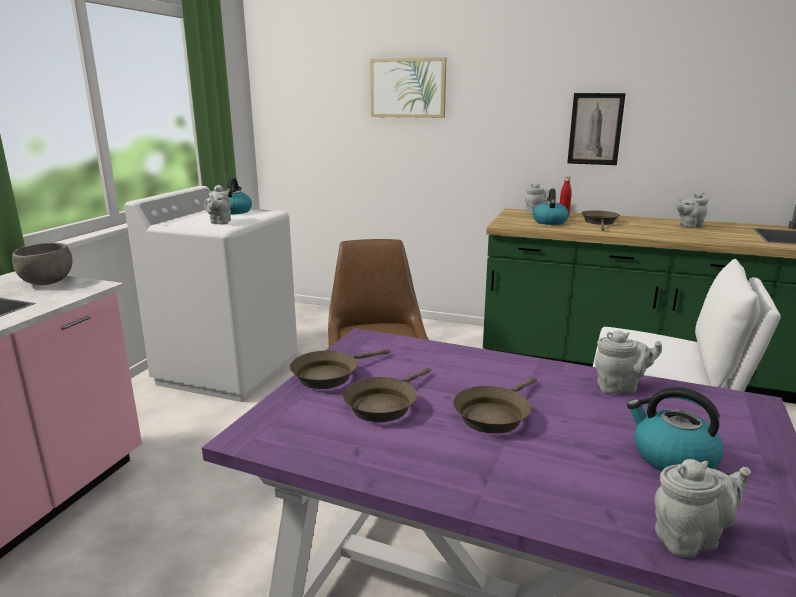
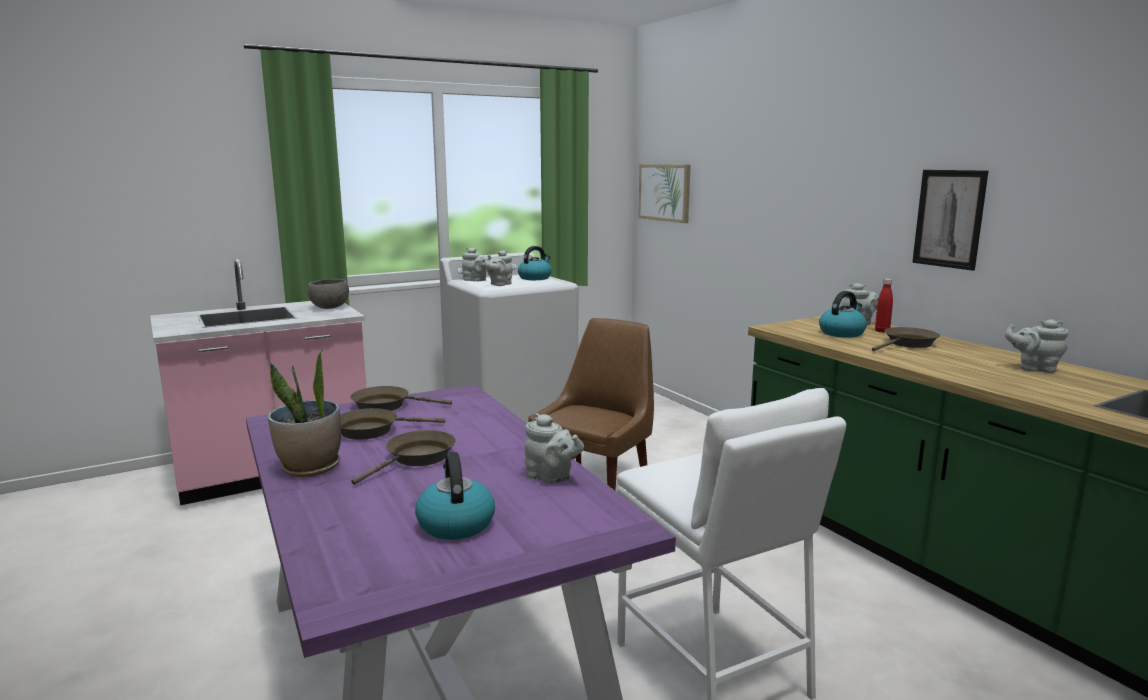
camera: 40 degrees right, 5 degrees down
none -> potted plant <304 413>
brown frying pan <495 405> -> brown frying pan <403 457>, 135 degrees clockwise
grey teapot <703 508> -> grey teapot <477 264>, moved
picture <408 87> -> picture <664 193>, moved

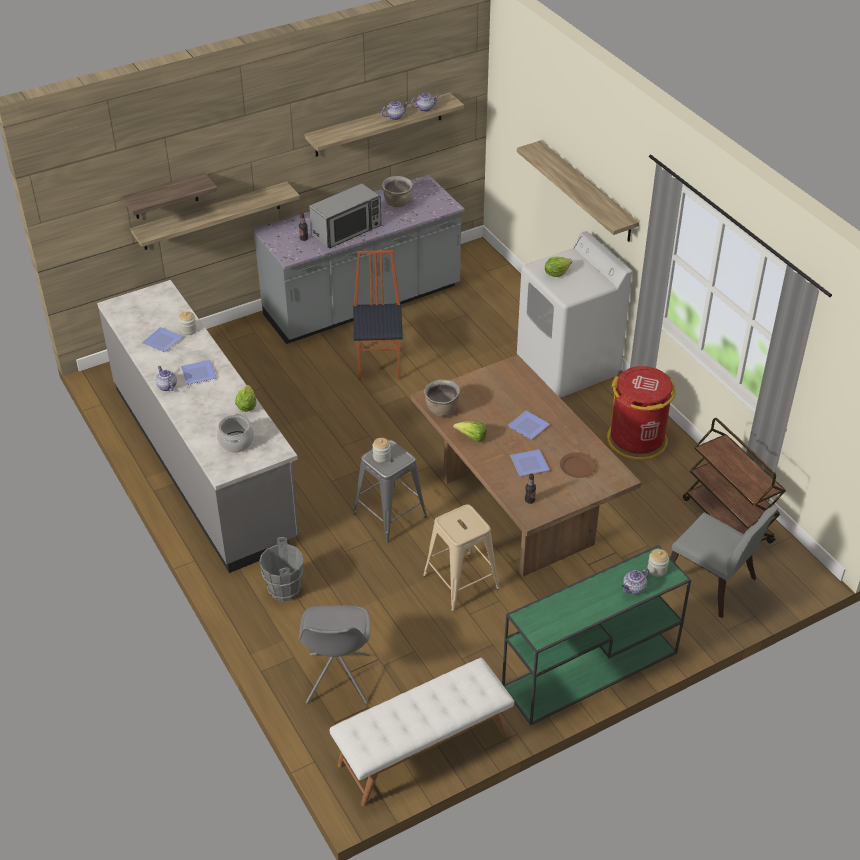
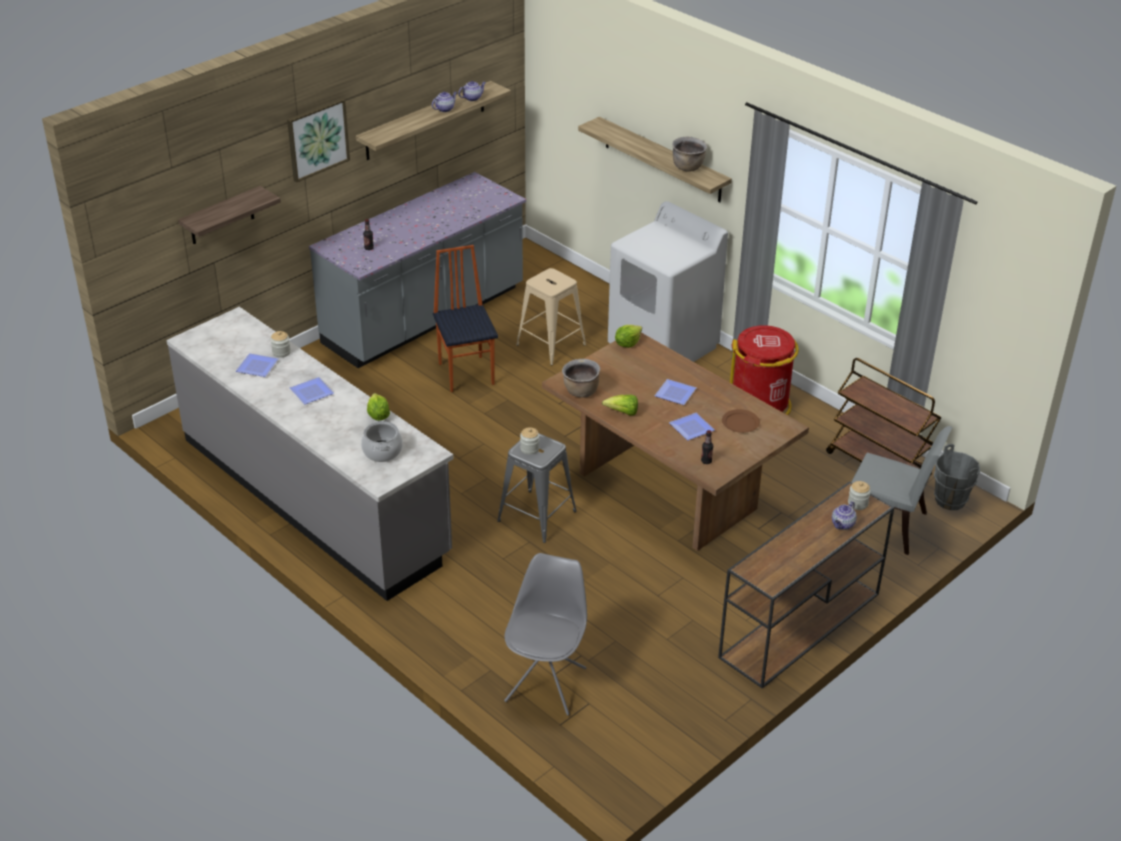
camera: 15 degrees left, 5 degrees down
none -> picture <318 140>
grey chair <334 654> -> grey chair <545 634>, 150 degrees counterclockwise
beige stool <461 557> -> beige stool <551 316>, moved
lettuce <558 266> -> lettuce <628 336>, moved
brown cooking pot <397 191> -> brown cooking pot <689 154>, moved
green console table <596 635> -> brown console table <806 584>
grey bucket <281 569> -> grey bucket <957 477>, moved
shelf <215 216> -> none
teapot <166 378> -> none
microwave <345 215> -> none
white bench <422 732> -> none

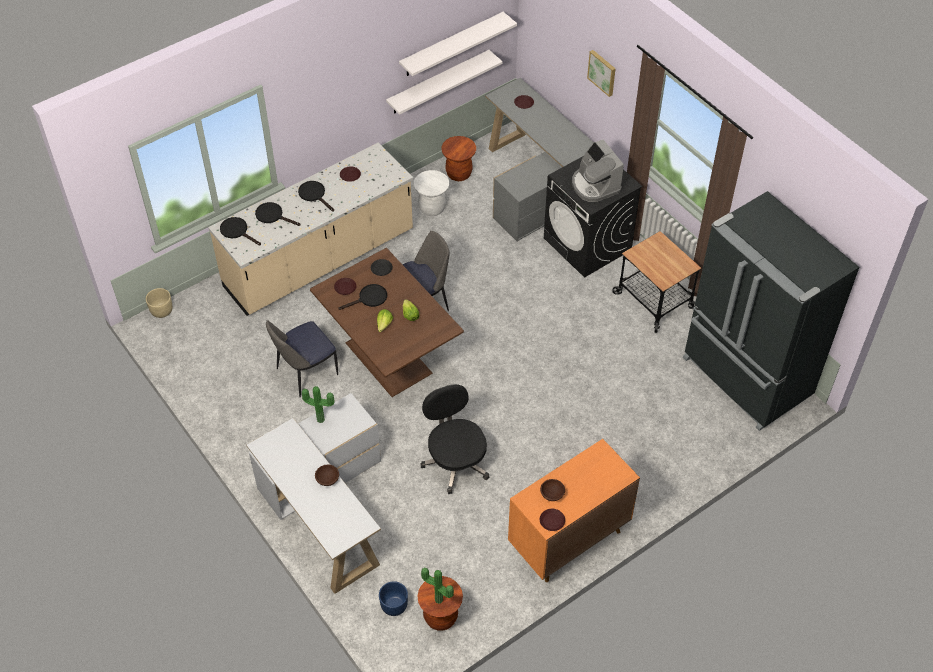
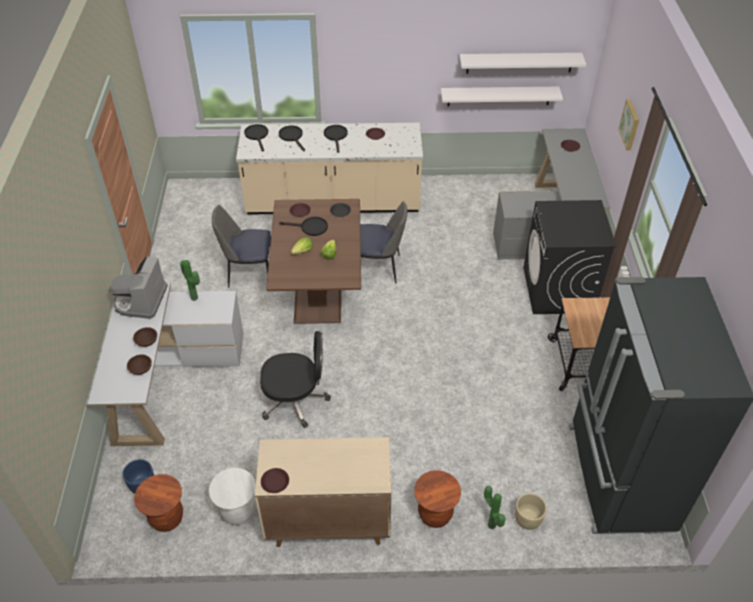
camera: 35 degrees right, 5 degrees down
coffee machine <598 171> -> coffee machine <138 287>, moved
brown bowl <552 490> -> brown bowl <139 364>, moved
white stool <431 193> -> white stool <232 496>, moved
orange cabinet <574 510> -> beige cabinet <323 492>
black office chair <455 439> -> black office chair <295 379>, 75 degrees clockwise
brown stool <458 158> -> brown stool <437 499>, moved
potted plant <437 585> -> potted plant <495 507>, moved
beige planter <159 303> -> beige planter <531 511>, moved

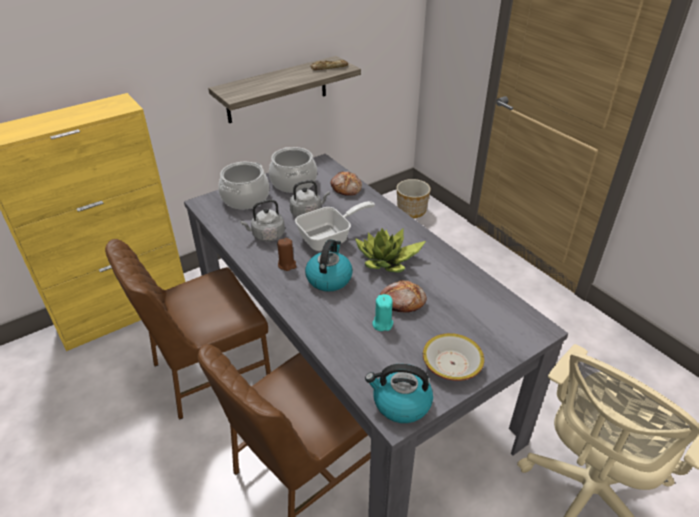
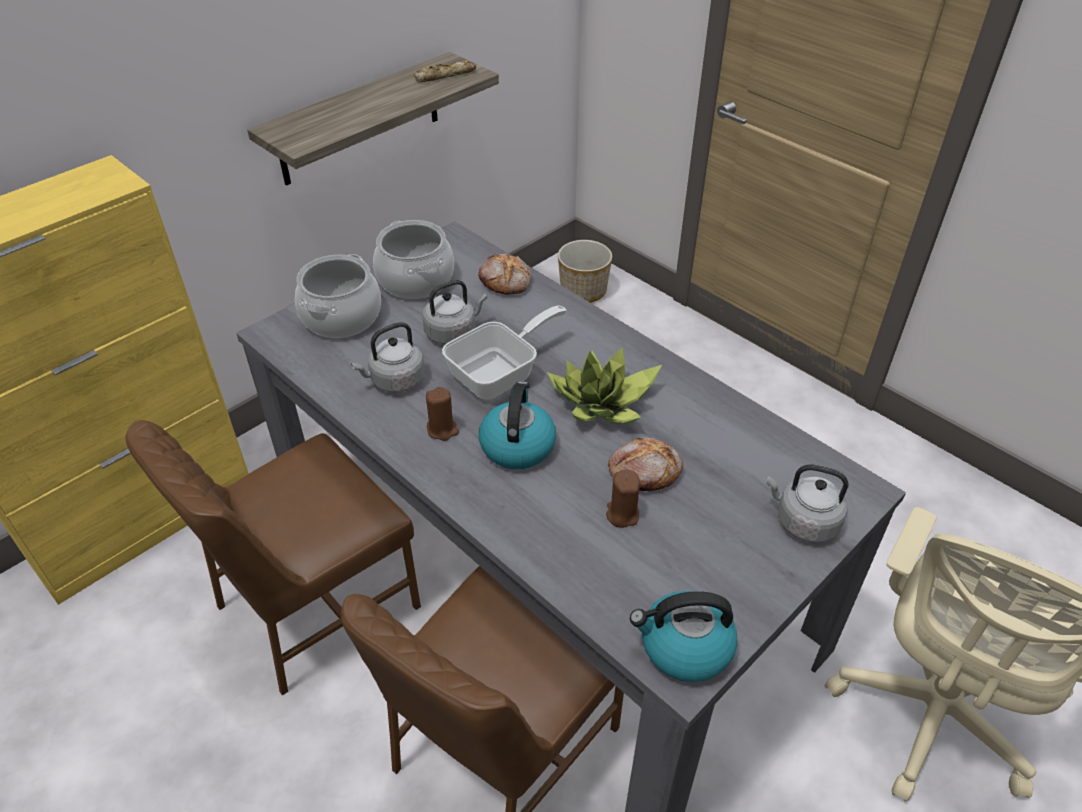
camera: 10 degrees left, 5 degrees up
turquoise candle <382 312> -> brown candle <623 499>
none -> grey kettle <807 503>
bowl <453 357> -> none

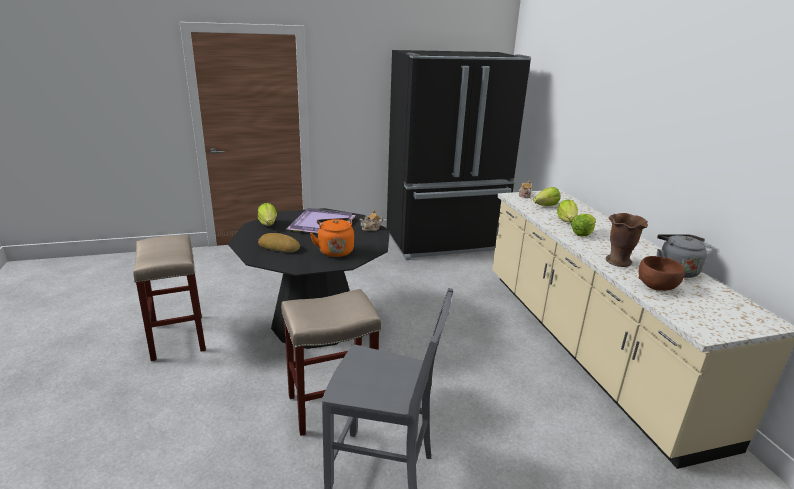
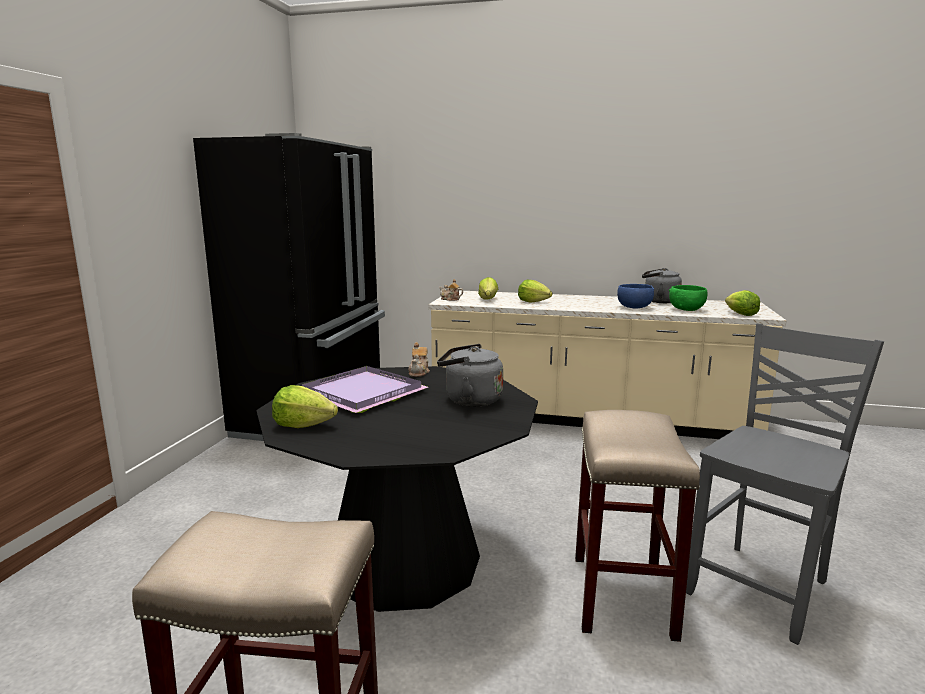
camera: 60 degrees left, 10 degrees down
orange kettle <332 237> -> grey kettle <470 375>
brown vase <627 240> -> blue bowl <635 296>
brown bowl <661 273> -> green bowl <688 298>
lettuce <583 225> -> lettuce <742 303>, moved
bread <279 242> -> none

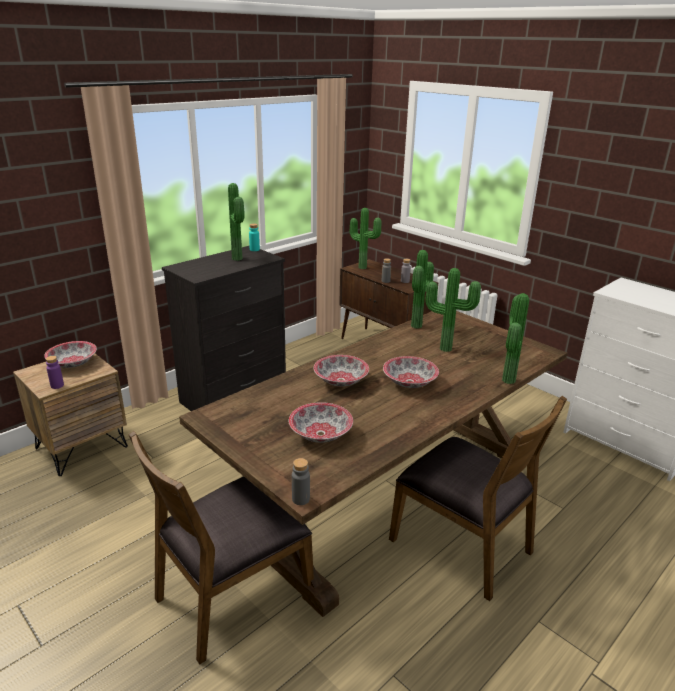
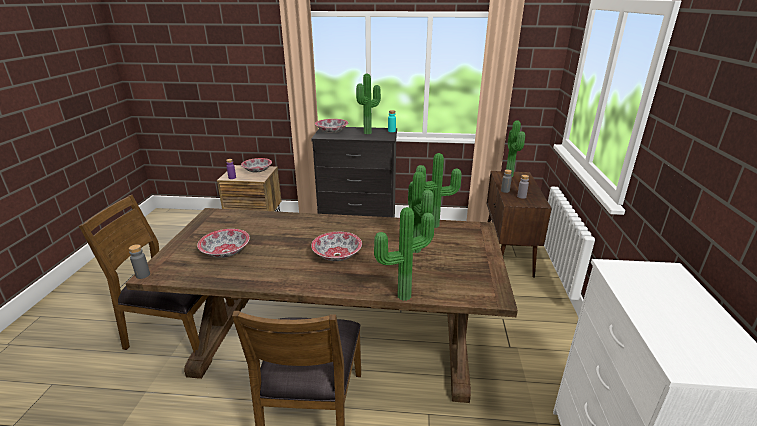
camera: 50 degrees right, 0 degrees up
bowl <341 371> -> bowl <331 126>, moved

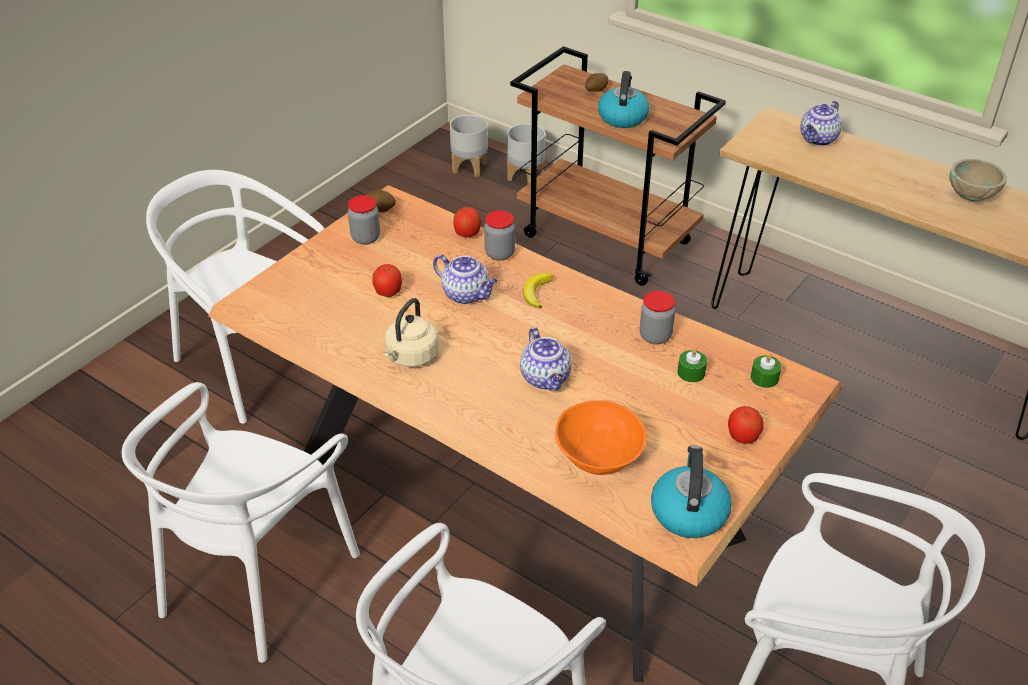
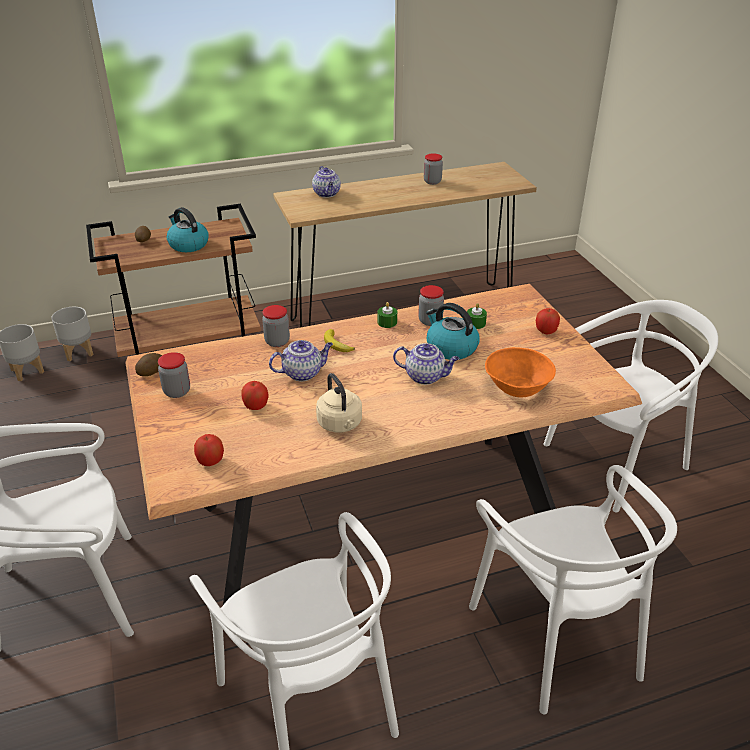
camera: 55 degrees left, 5 degrees down
apple <467 222> -> apple <209 450>, moved
green candle <766 370> -> green candle <387 315>, moved
beige bowl <978 180> -> jar <433 169>
kettle <691 491> -> kettle <452 331>, moved

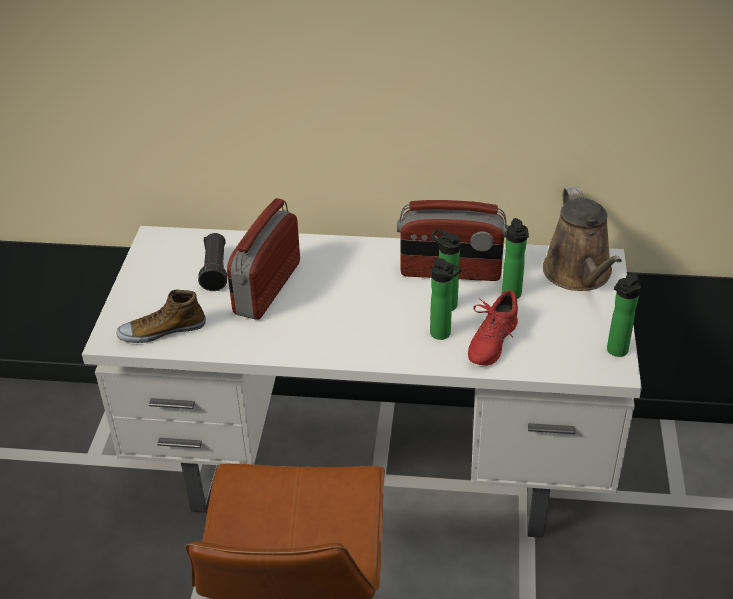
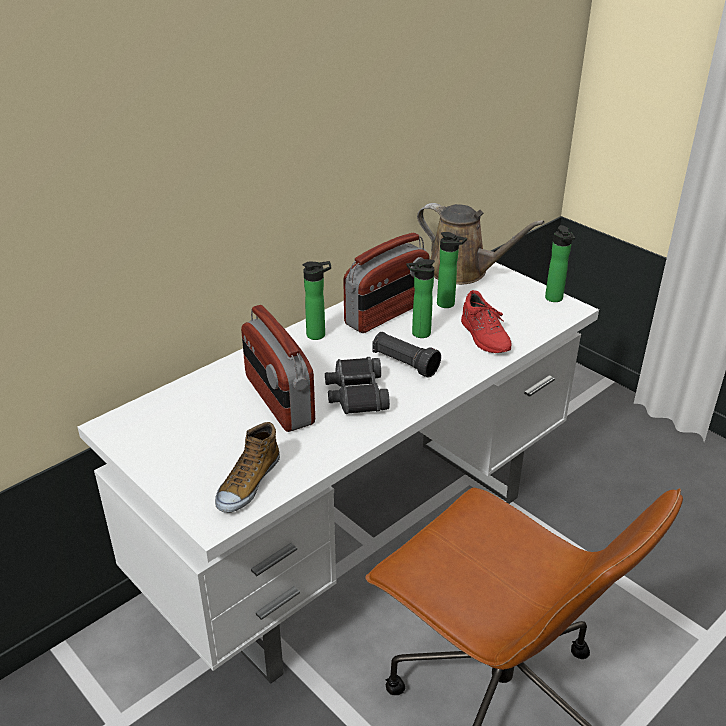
camera: 50 degrees left, 5 degrees down
bottle <446 299> -> bottle <317 300>, moved
none -> black binoculars <357 385>
black flashlight <212 262> -> black flashlight <406 355>, moved

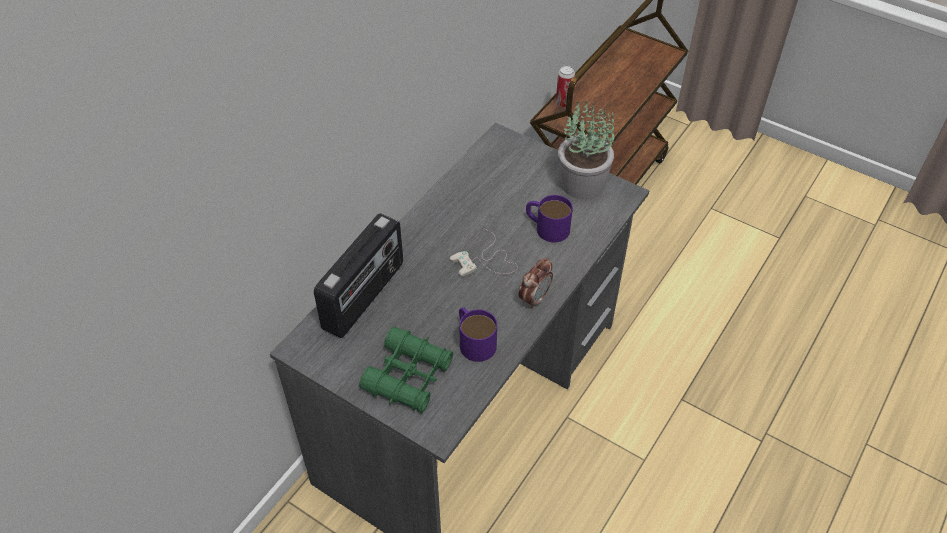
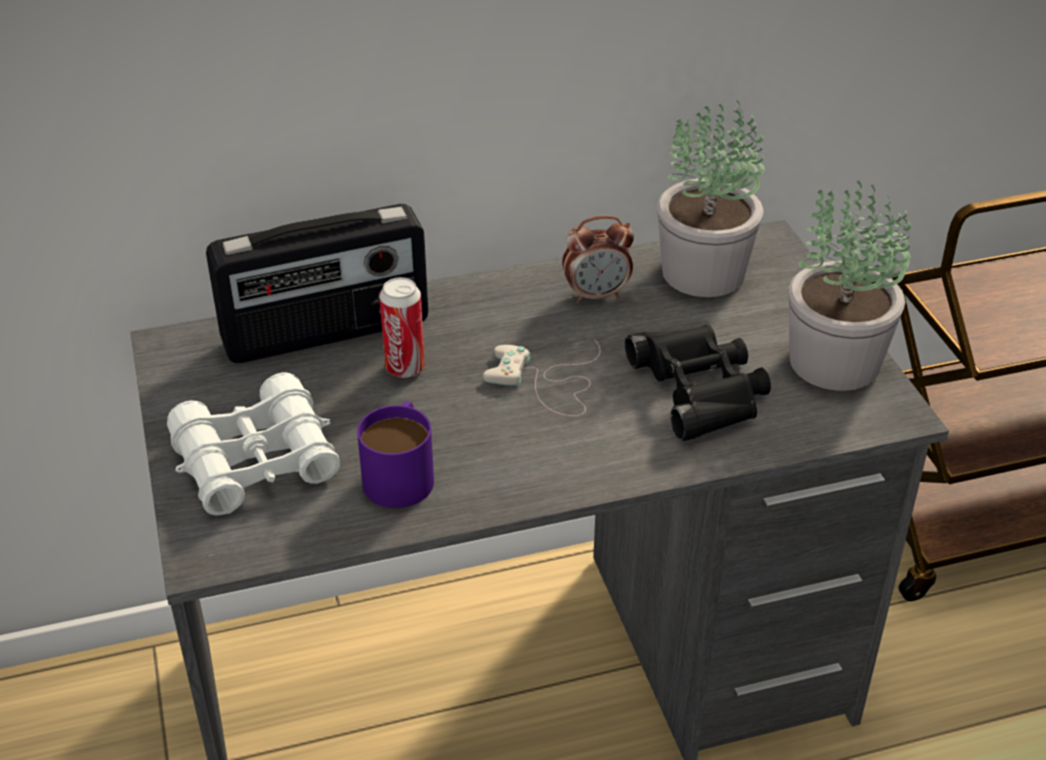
camera: 40 degrees right, 10 degrees down
green binoculars <406 370> -> white binoculars <253 444>
can <565 86> -> can <402 327>, moved
alarm clock <536 283> -> alarm clock <598 259>, moved
purple mug <549 218> -> black binoculars <698 382>
none -> potted plant <711 198>

